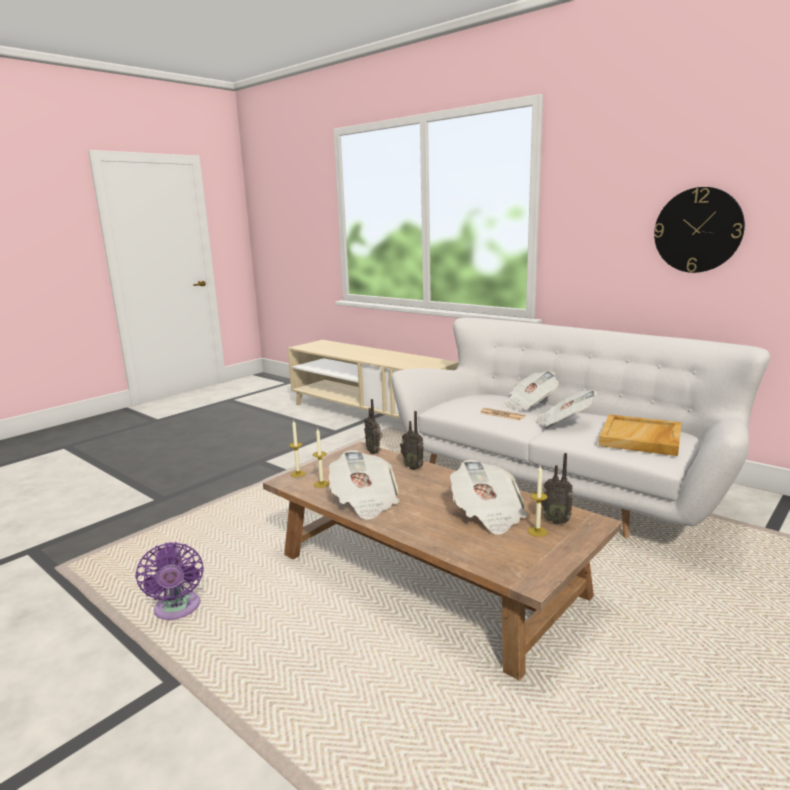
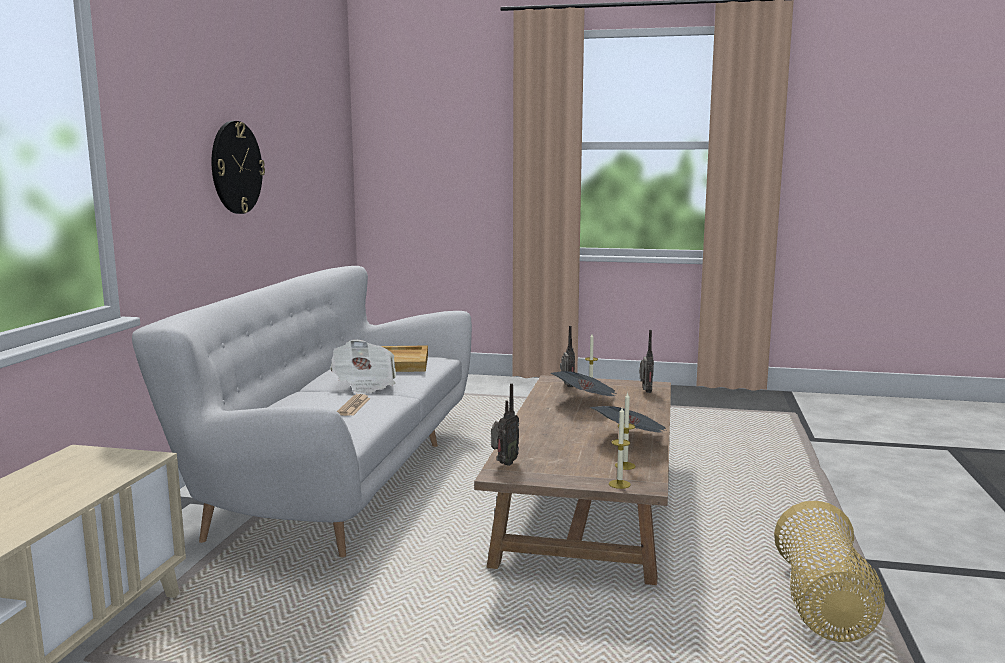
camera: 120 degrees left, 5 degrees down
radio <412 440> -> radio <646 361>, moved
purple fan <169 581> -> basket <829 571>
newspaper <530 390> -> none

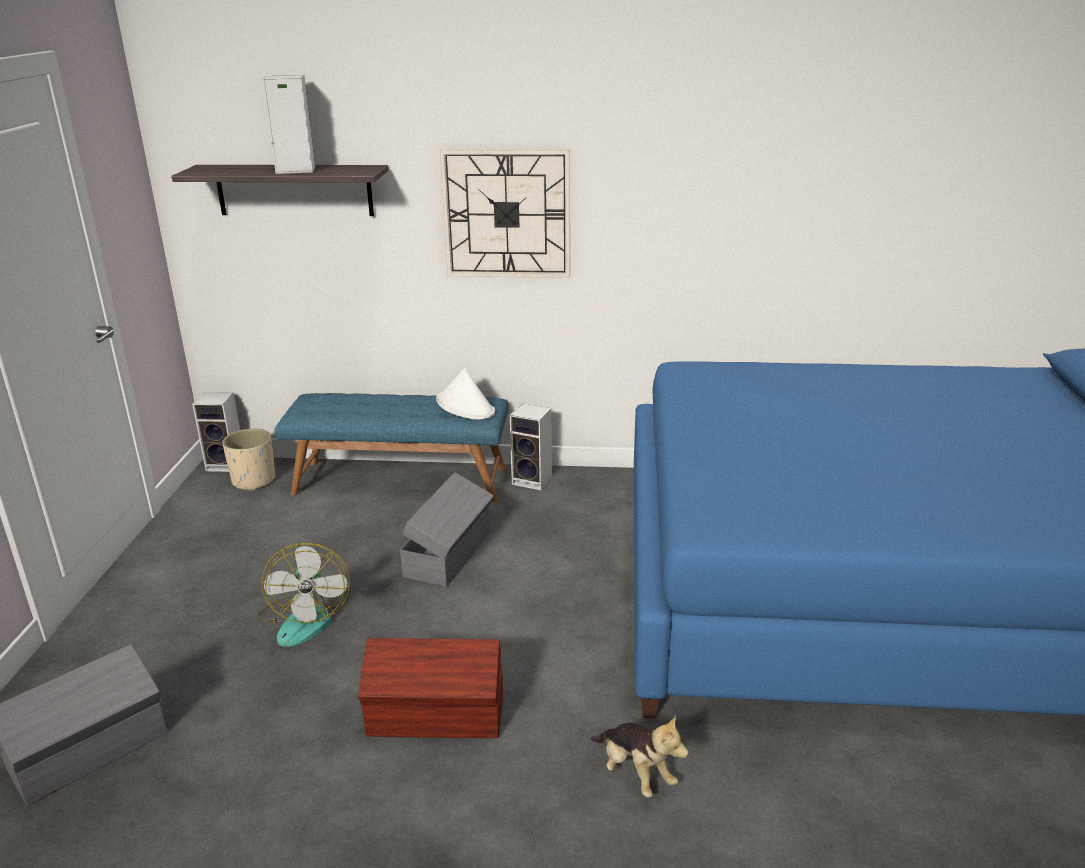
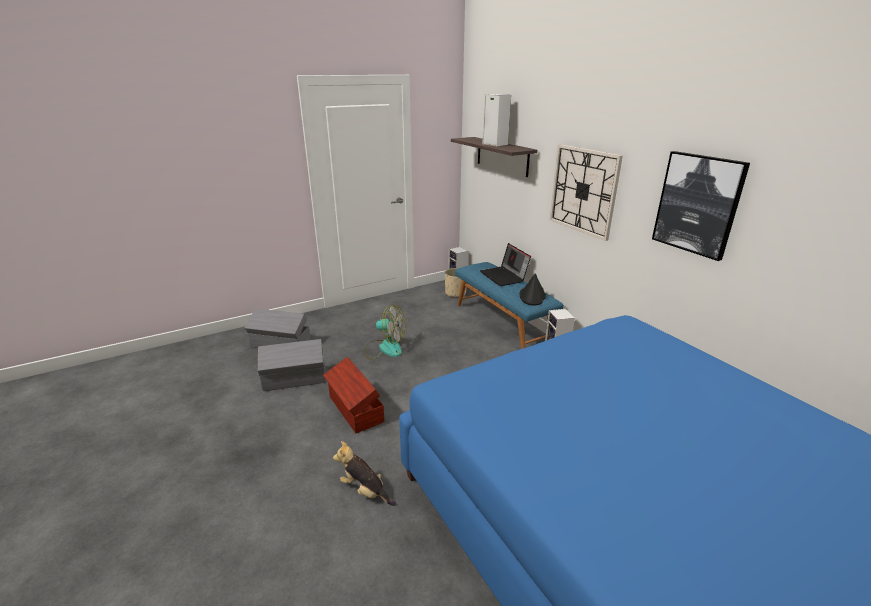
camera: 55 degrees right, 0 degrees up
grey storage box <447 529> -> grey storage box <292 365>, moved
plush toy <639 756> -> plush toy <364 473>, 105 degrees clockwise
fan <304 595> -> fan <384 331>, 120 degrees counterclockwise
none -> laptop <505 264>
white hat <465 393> -> black hat <532 289>
none -> picture <701 206>

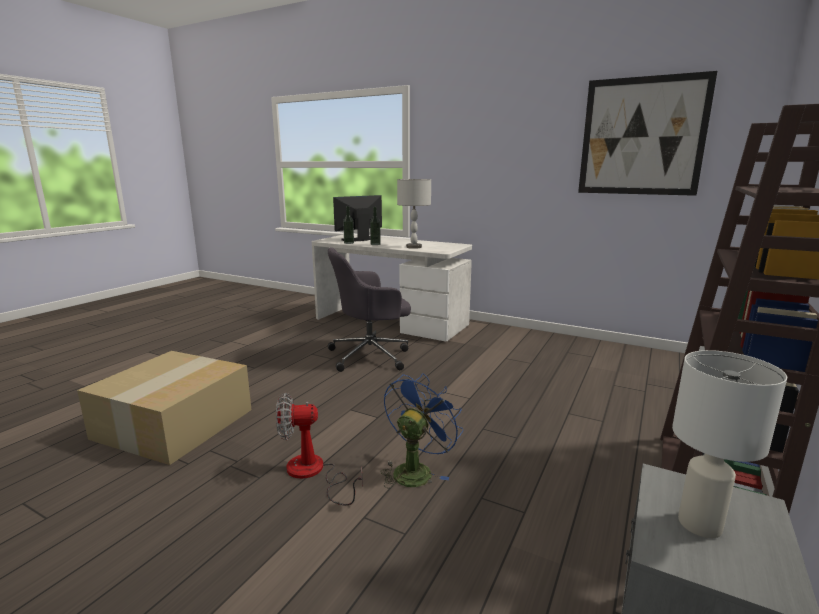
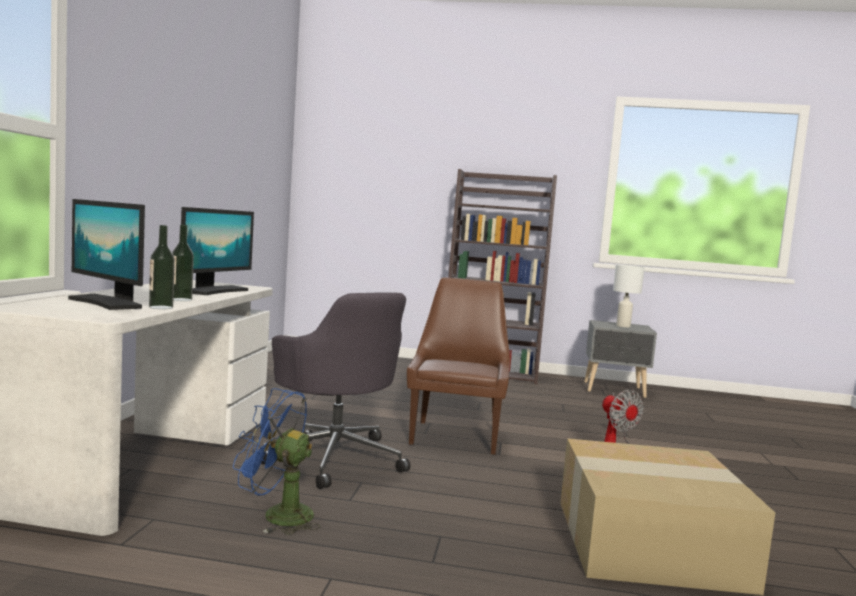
camera: 110 degrees left, 10 degrees down
grey table lamp <414 214> -> monitor <217 251>
blue fan <421 431> -> blue fan <276 461>, moved
none -> brown chair <458 366>
picture <647 133> -> none

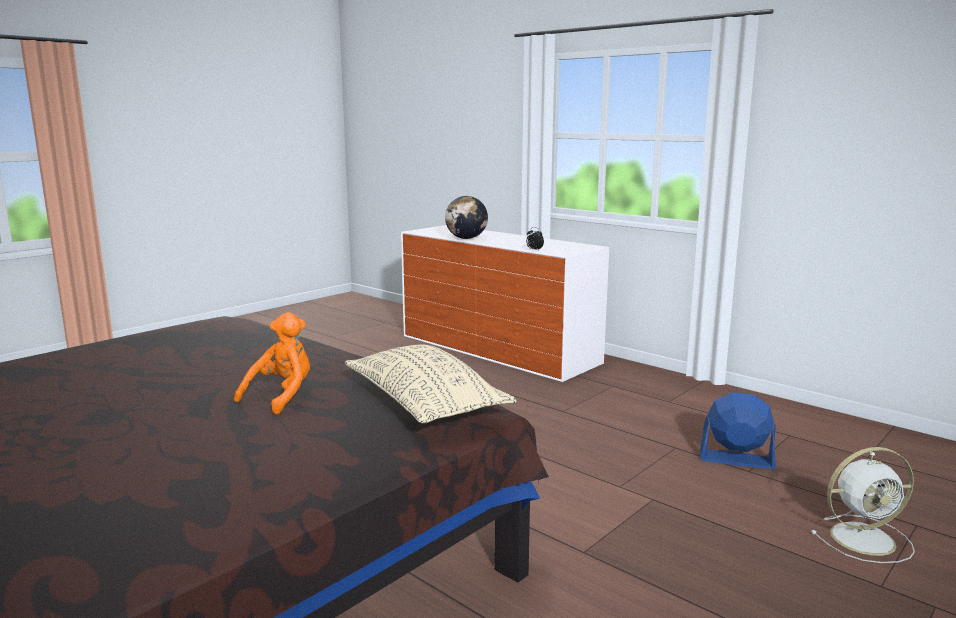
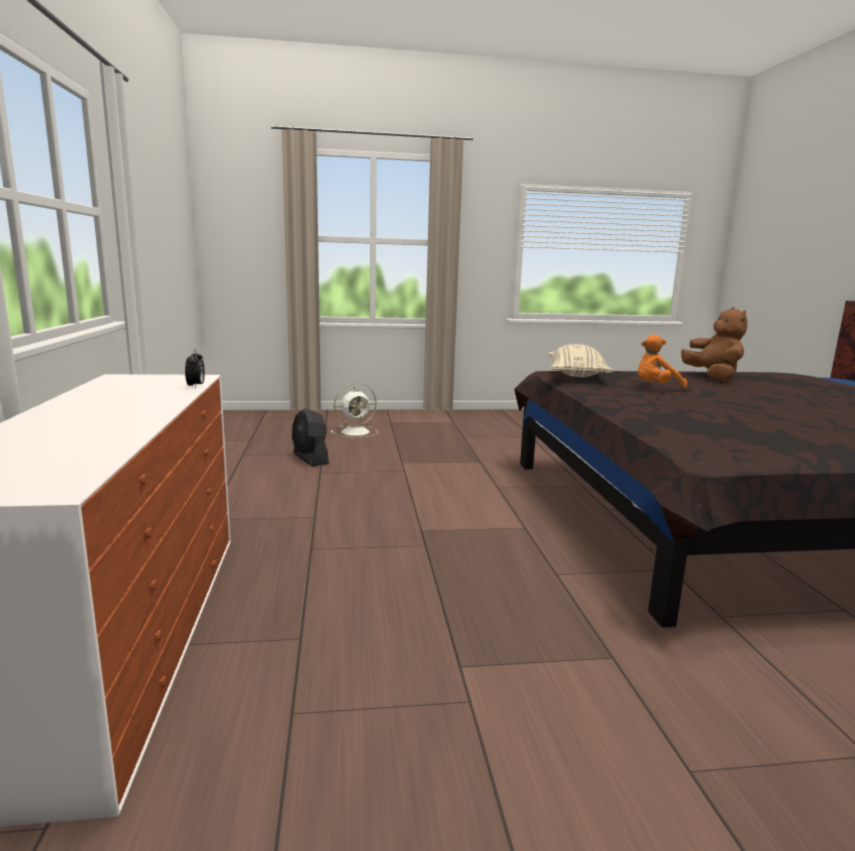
camera: 140 degrees left, 0 degrees up
blue fan <738 430> -> black fan <310 437>
white fan <863 505> -> white fan <354 410>, 120 degrees clockwise
none -> brown plush toy <714 344>
globe <466 217> -> none

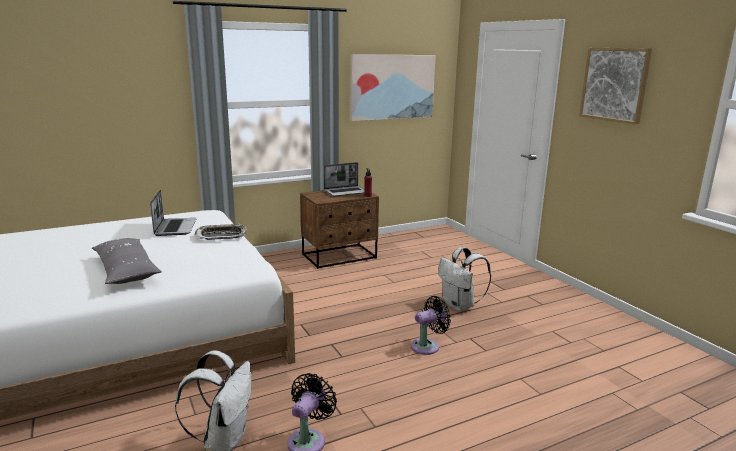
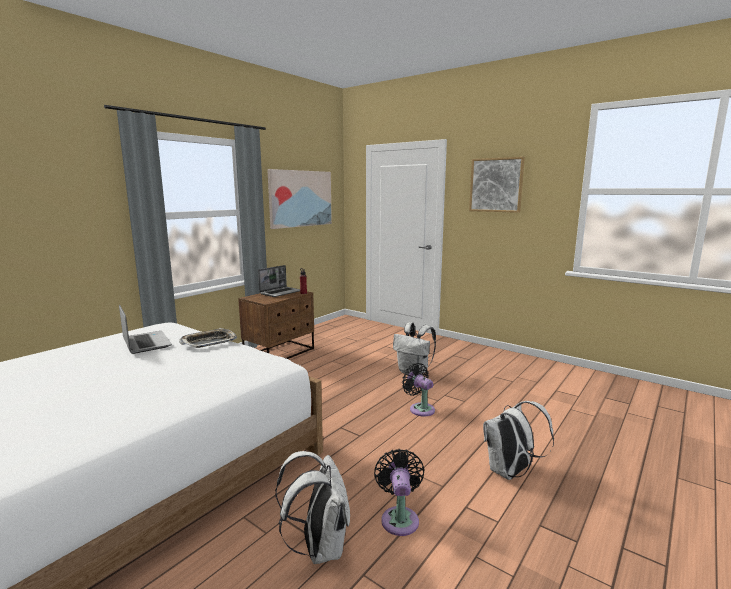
camera: 25 degrees left, 5 degrees down
black fan <431 325> -> black fan <418 389>, 75 degrees counterclockwise
none -> white backpack <518 440>
grey pillow <127 261> -> none

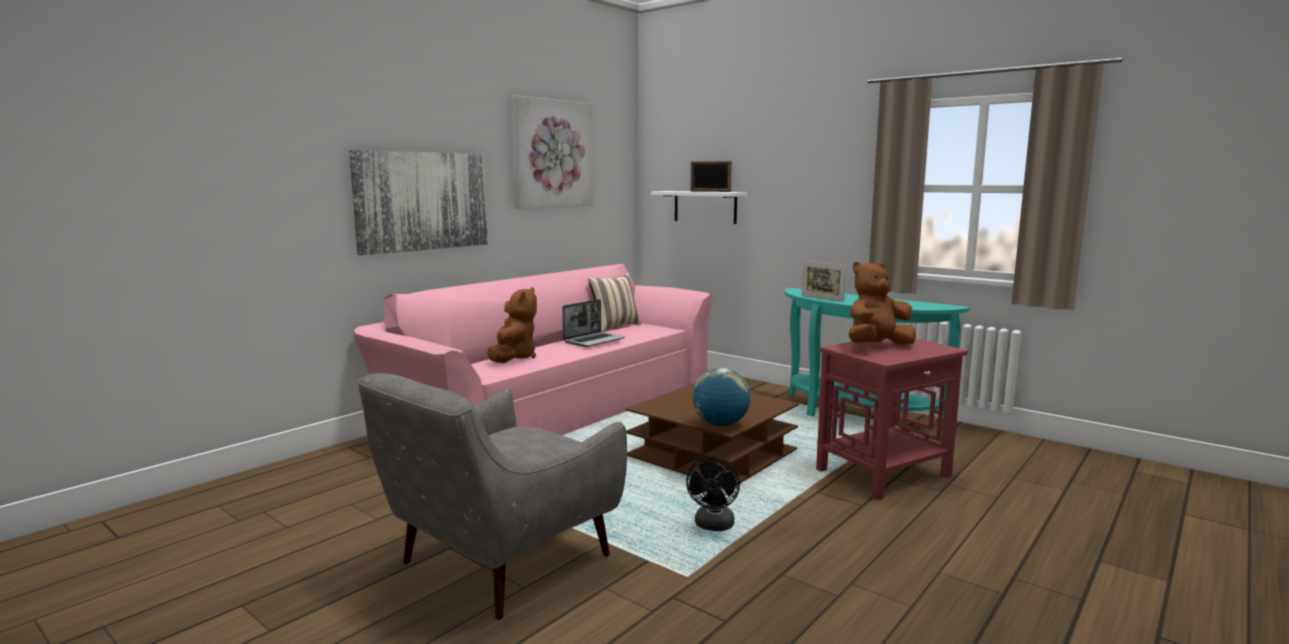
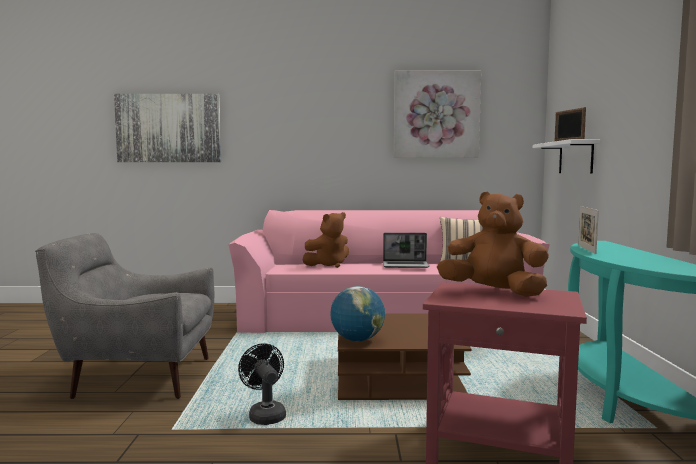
camera: 50 degrees right, 5 degrees down
picture <418 203> -> picture <167 128>, moved
black fan <713 494> -> black fan <262 384>, 90 degrees clockwise

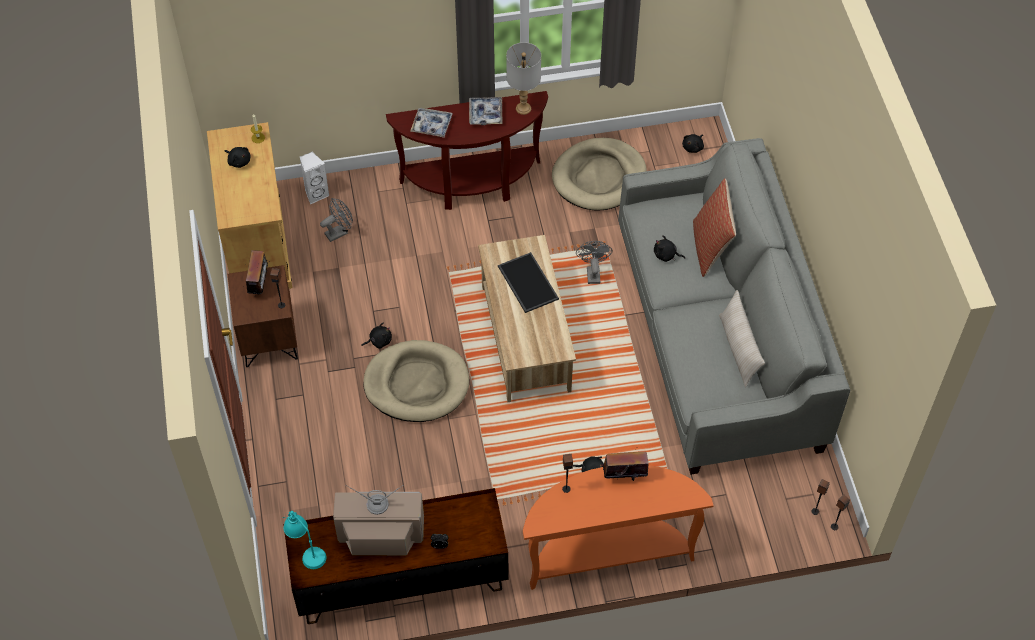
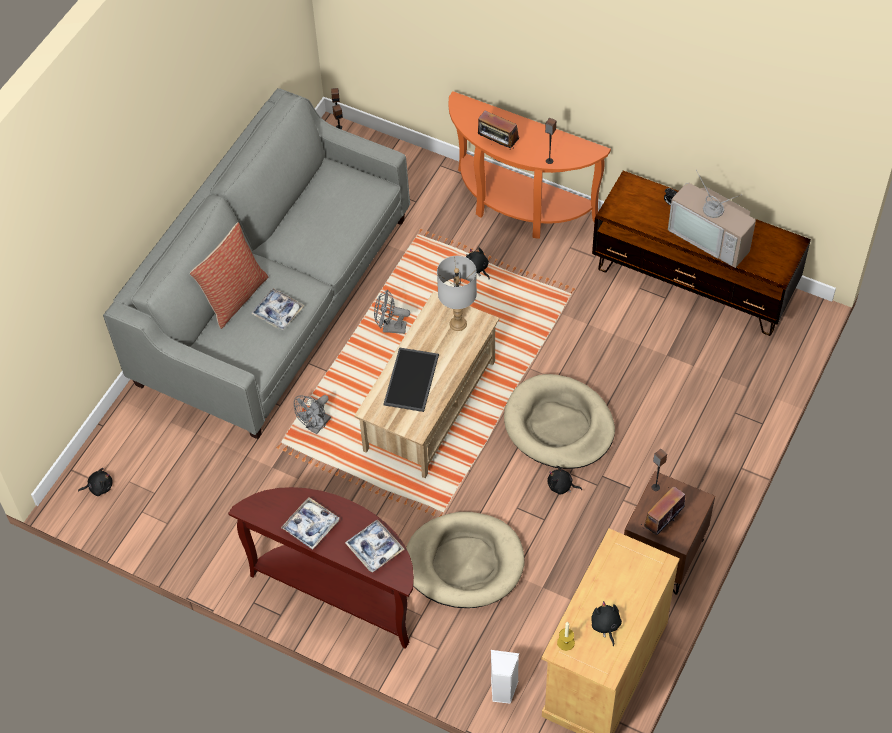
camera: 140 degrees left, 0 degrees up
black plush toy <669 248> -> tray <278 309>
grey fan <336 220> -> grey fan <392 312>, moved
beige dog bed <599 174> -> beige dog bed <465 560>, moved
grey table lamp <523 78> -> grey table lamp <457 293>, moved
turquoise table lamp <305 540> -> none
beige pillow <742 339> -> none

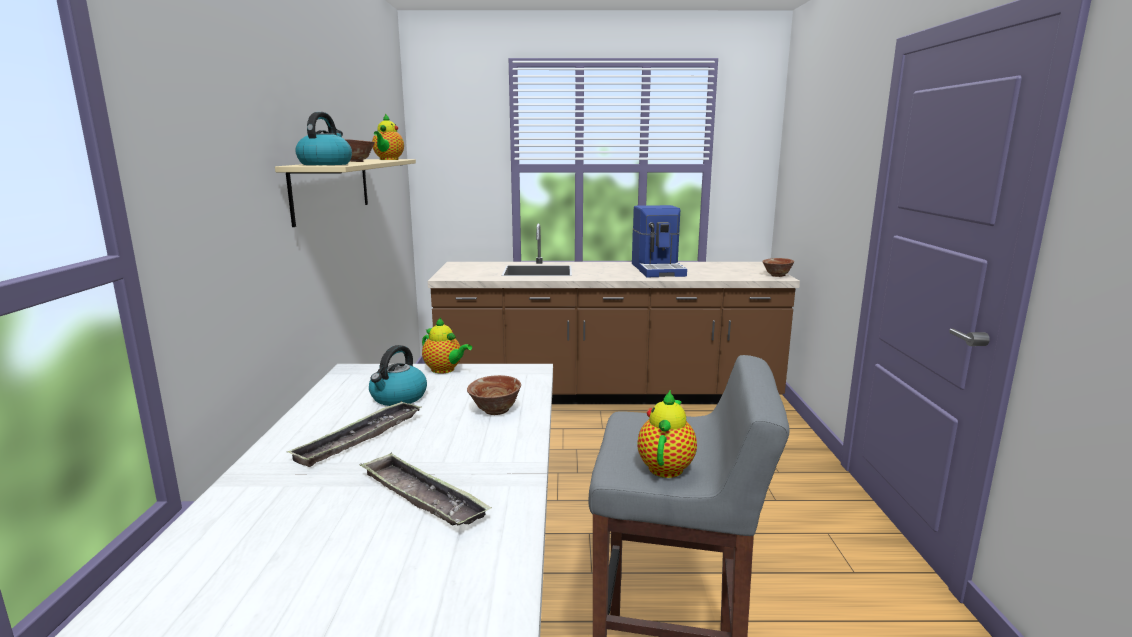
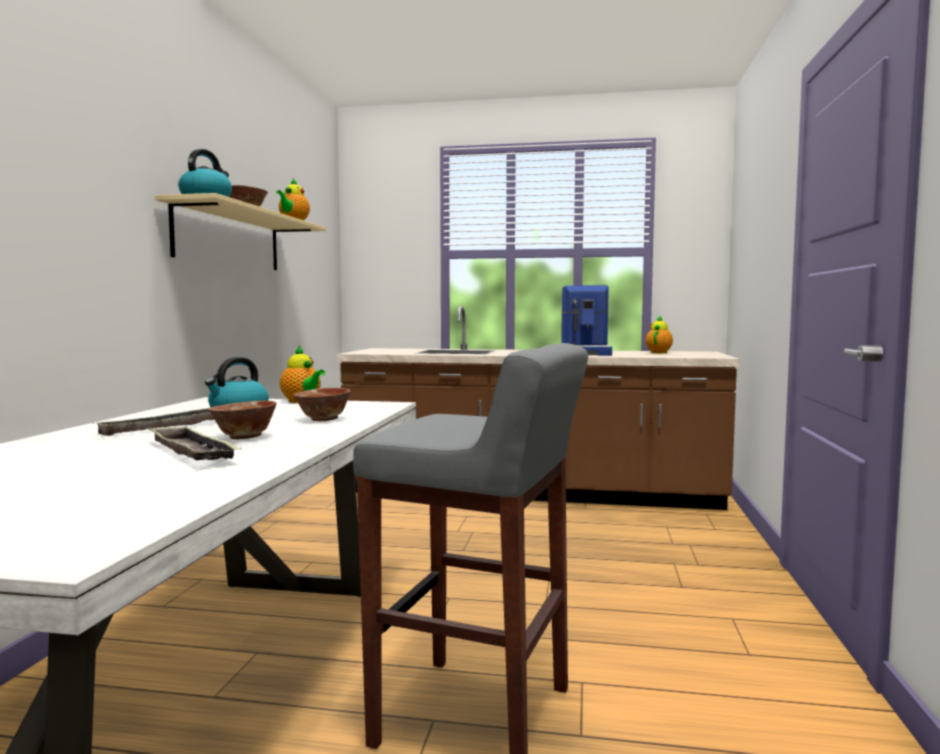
camera: 10 degrees right, 10 degrees down
bowl <778 267> -> bowl <242 420>, moved
teapot <667 434> -> teapot <659 334>, moved

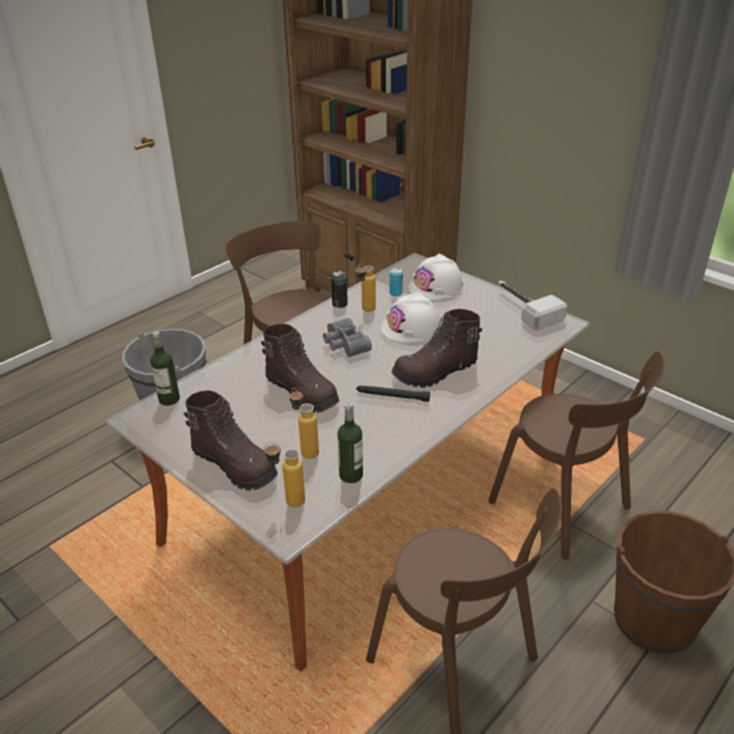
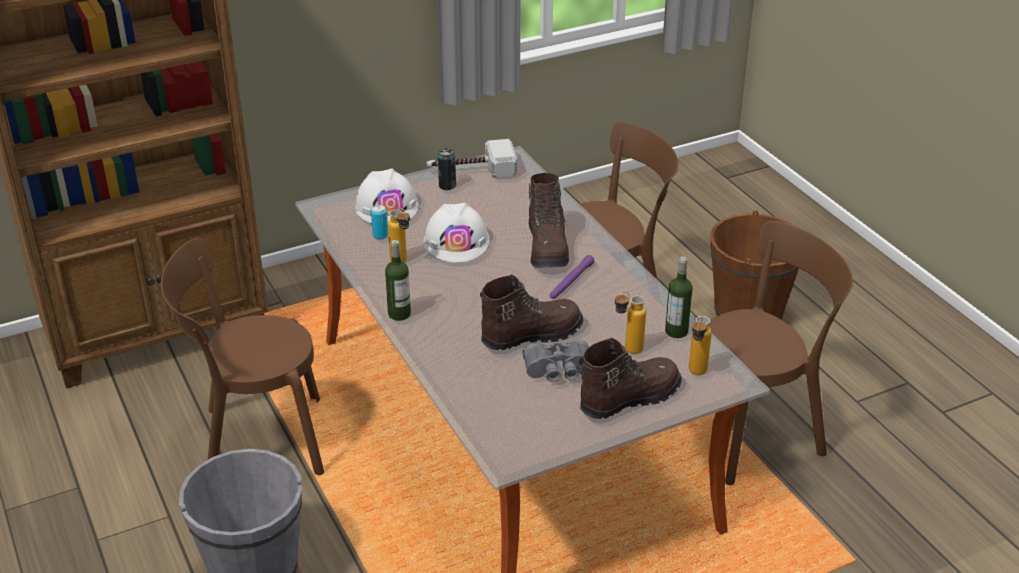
camera: 70 degrees left, 0 degrees up
bottle <165 368> -> bottle <398 280>, moved
can <339 289> -> can <447 169>, moved
grey binoculars <347 337> -> grey binoculars <556 361>, moved
black flashlight <393 393> -> purple flashlight <572 277>

